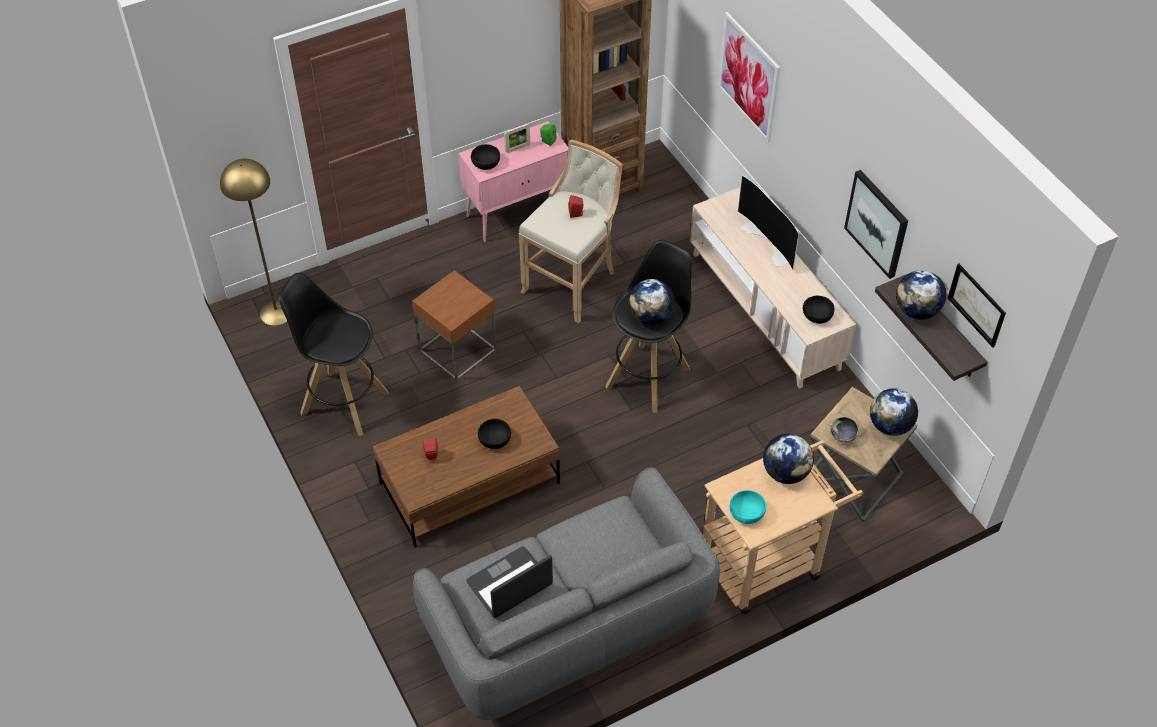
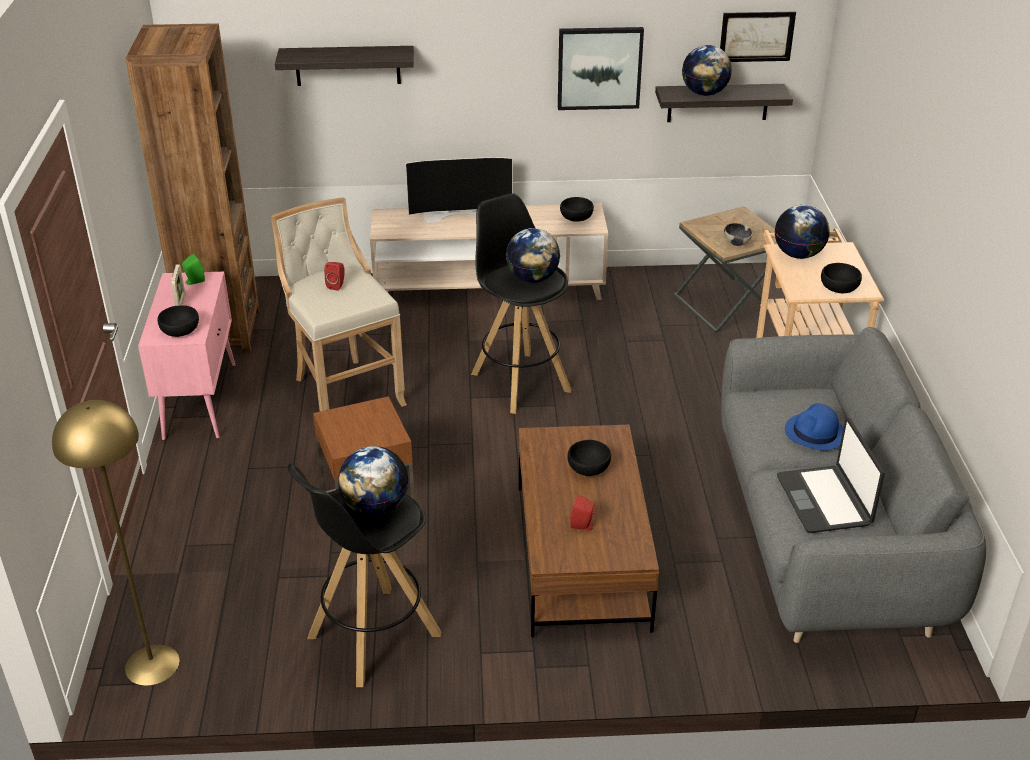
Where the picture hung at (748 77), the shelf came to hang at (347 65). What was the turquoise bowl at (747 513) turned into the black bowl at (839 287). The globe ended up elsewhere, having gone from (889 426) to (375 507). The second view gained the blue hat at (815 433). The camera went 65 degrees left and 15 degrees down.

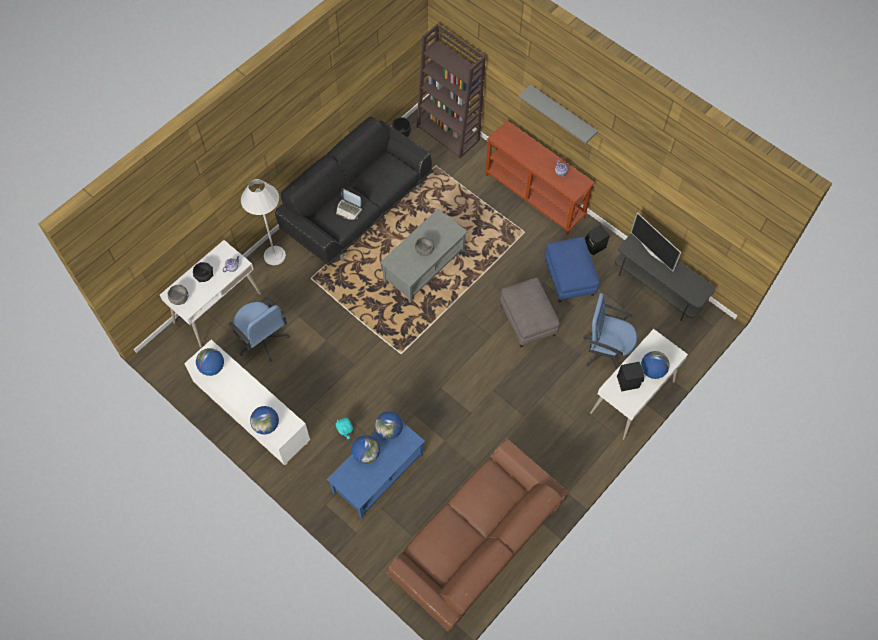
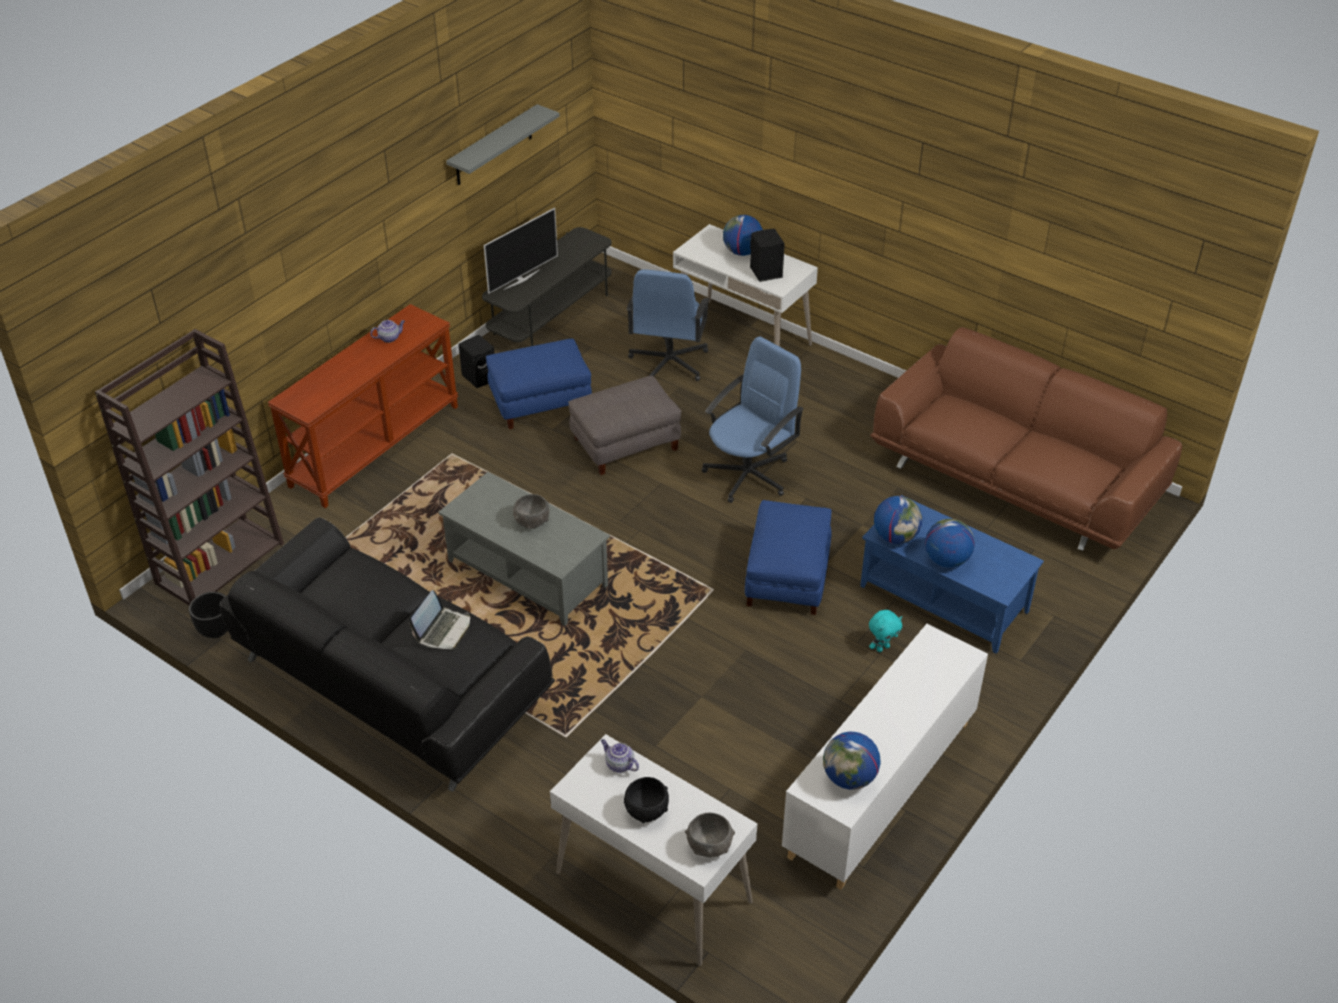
The blue office chair ended up elsewhere, having gone from (262 340) to (749 474). The second view lost the white floor lamp at (274 255). The second view lost the globe at (266 425). The grey shelf ended up elsewhere, having gone from (562 113) to (493 146). The second view gained the blue ottoman at (787 577). The camera went 95 degrees left and 20 degrees down.

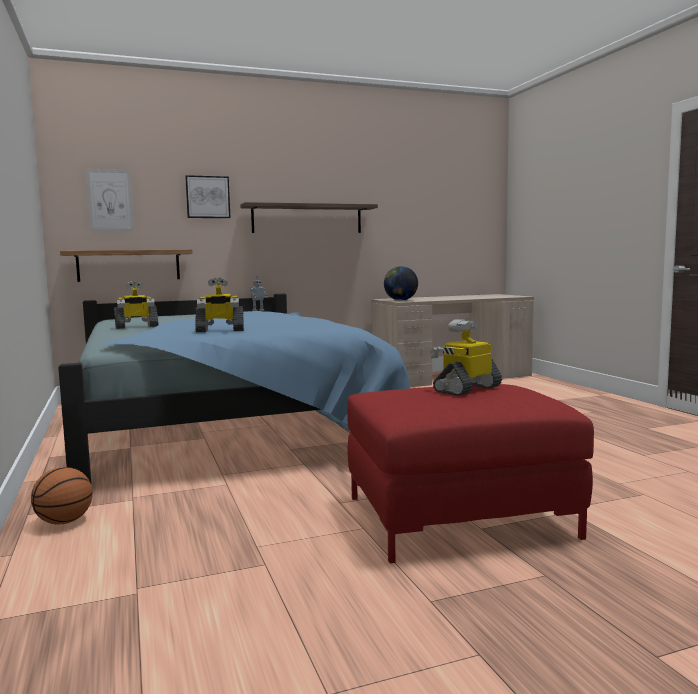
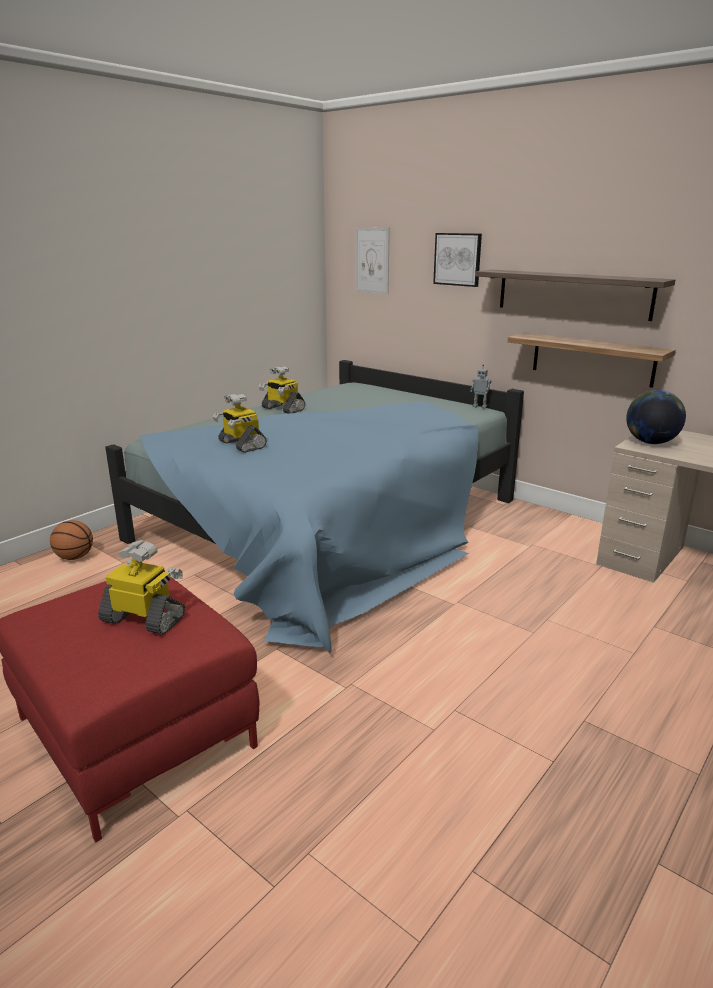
The shelf ended up elsewhere, having gone from (129 265) to (592 359). The camera went 60 degrees right and 15 degrees up.

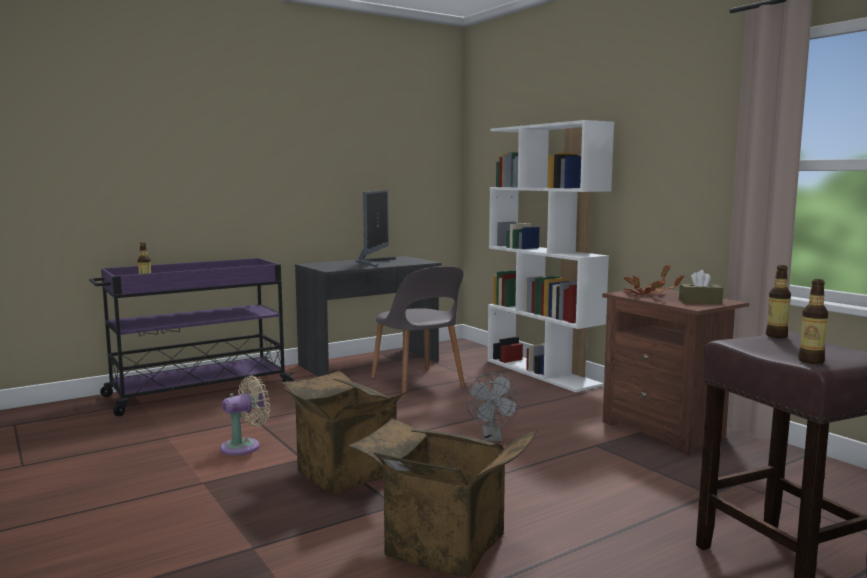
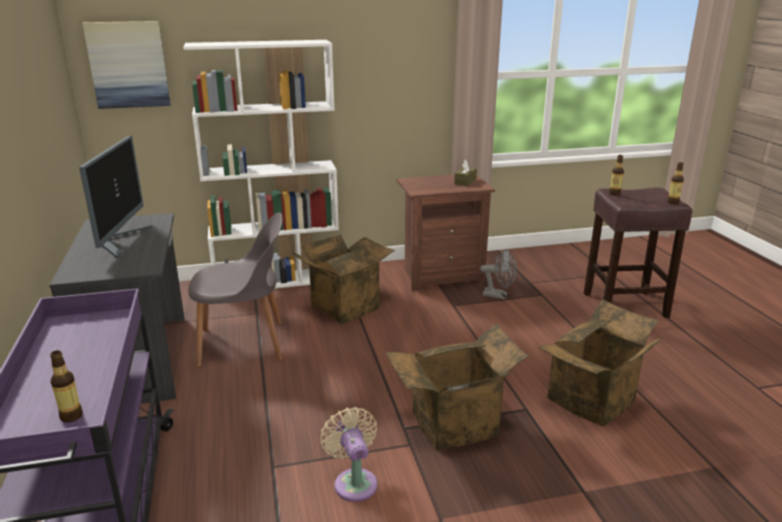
The monitor at (374 262) ended up facing another way, 60 degrees clockwise from before. The grey fan ended up elsewhere, having gone from (492 438) to (499 295). The second view lost the potted plant at (647 294). The second view gained the picture at (128 65). The second view gained the cardboard box at (344 306). The camera went 70 degrees left and 15 degrees up.

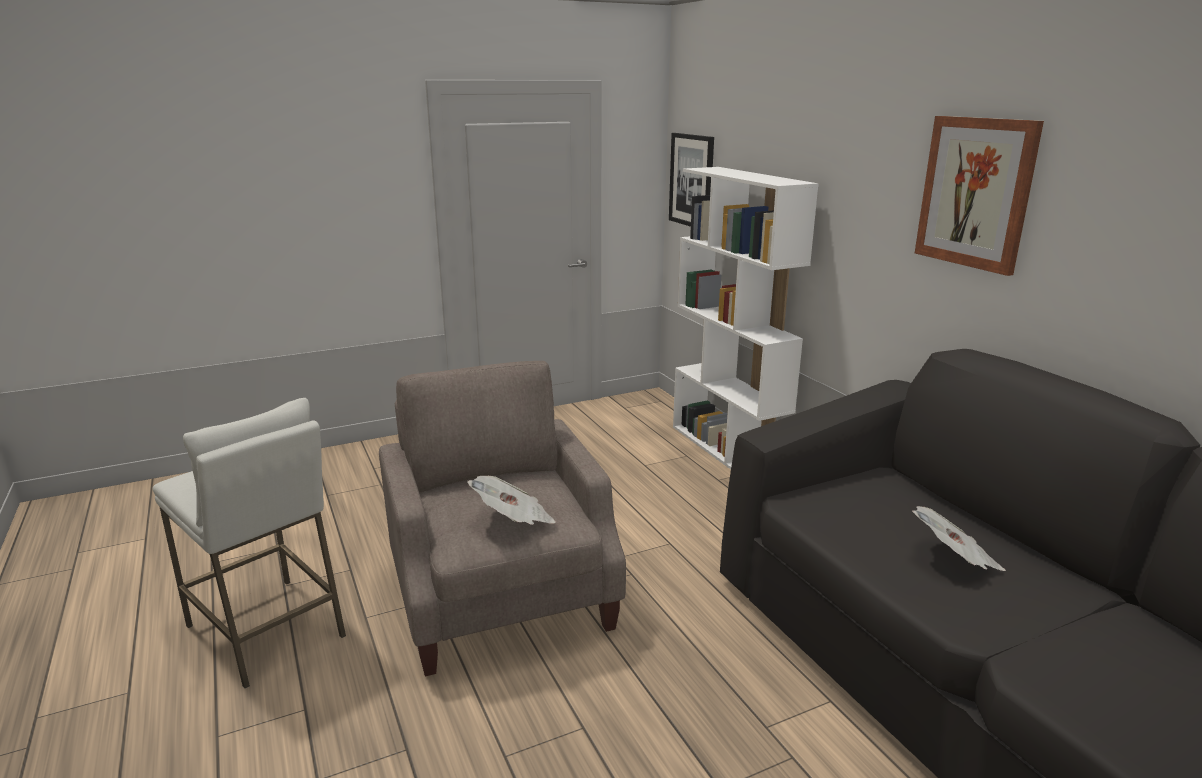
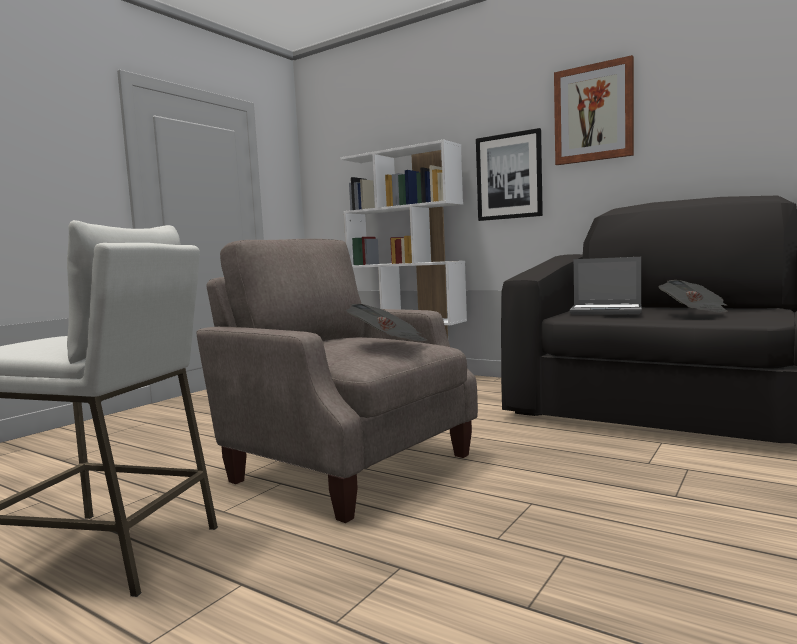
The picture ended up elsewhere, having gone from (692 180) to (509 176). The second view gained the laptop at (607 311). The camera went 30 degrees left and 15 degrees down.

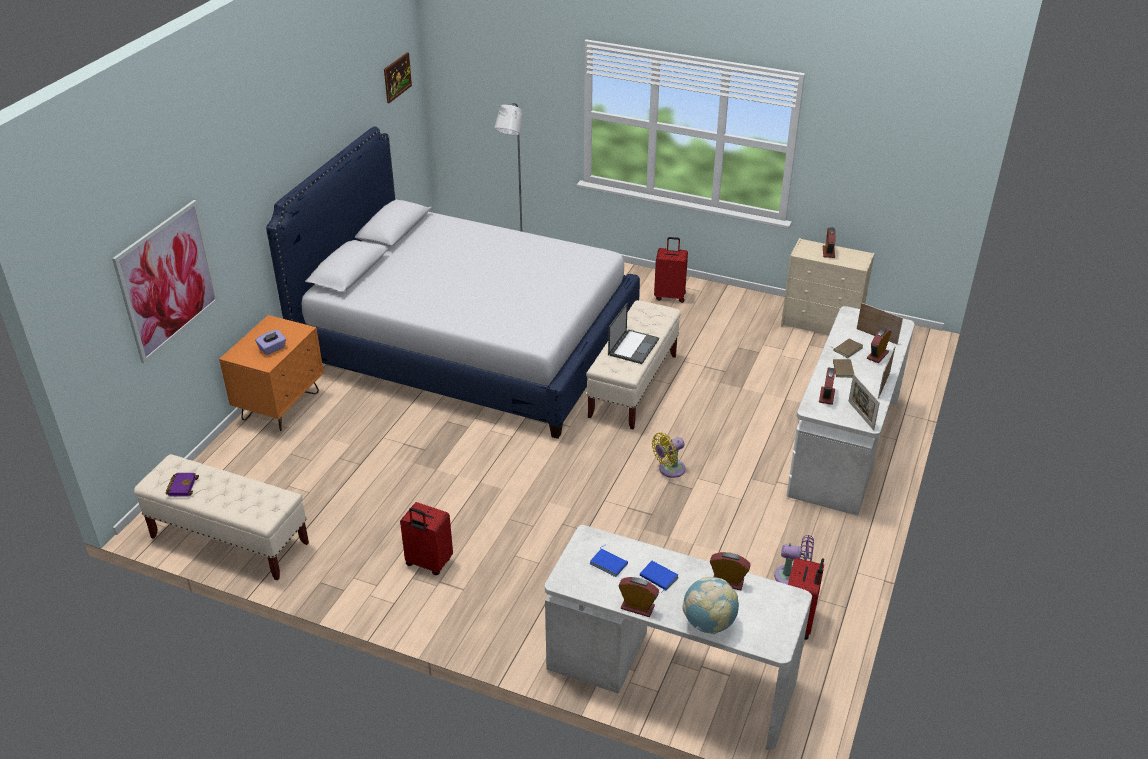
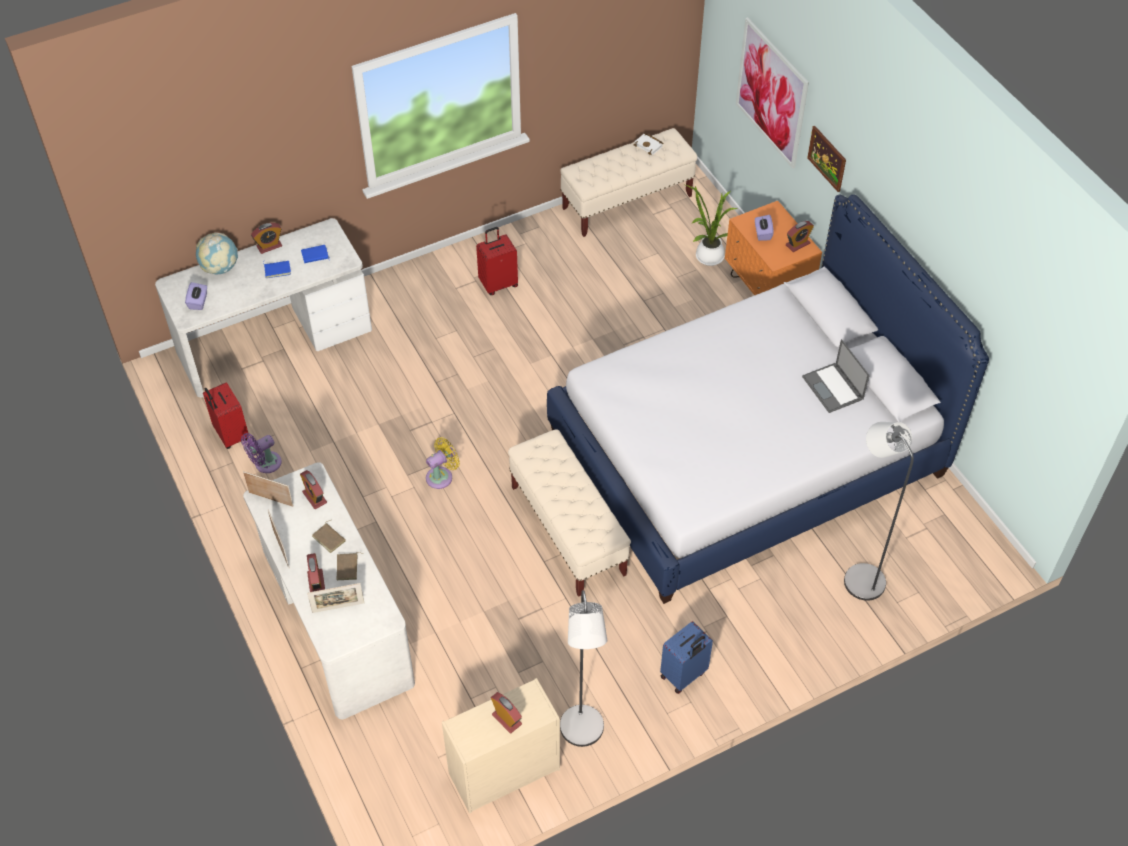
What was the purple book at (182 486) turned into the white book at (649 145). The picture ended up elsewhere, having gone from (397 77) to (827 158). The laptop ended up elsewhere, having gone from (633 346) to (833 388). The yellow fan at (669 470) ended up facing another way, 45 degrees clockwise from before. What was the red suitcase at (670 296) turned into the blue suitcase at (684 675). The alarm clock ended up elsewhere, having gone from (727 582) to (797 244). The second view gained the purple tissue box at (198 302). The second view gained the grey floor lamp at (582 734). The second view gained the potted plant at (707 255). The camera went 130 degrees right and 15 degrees up.

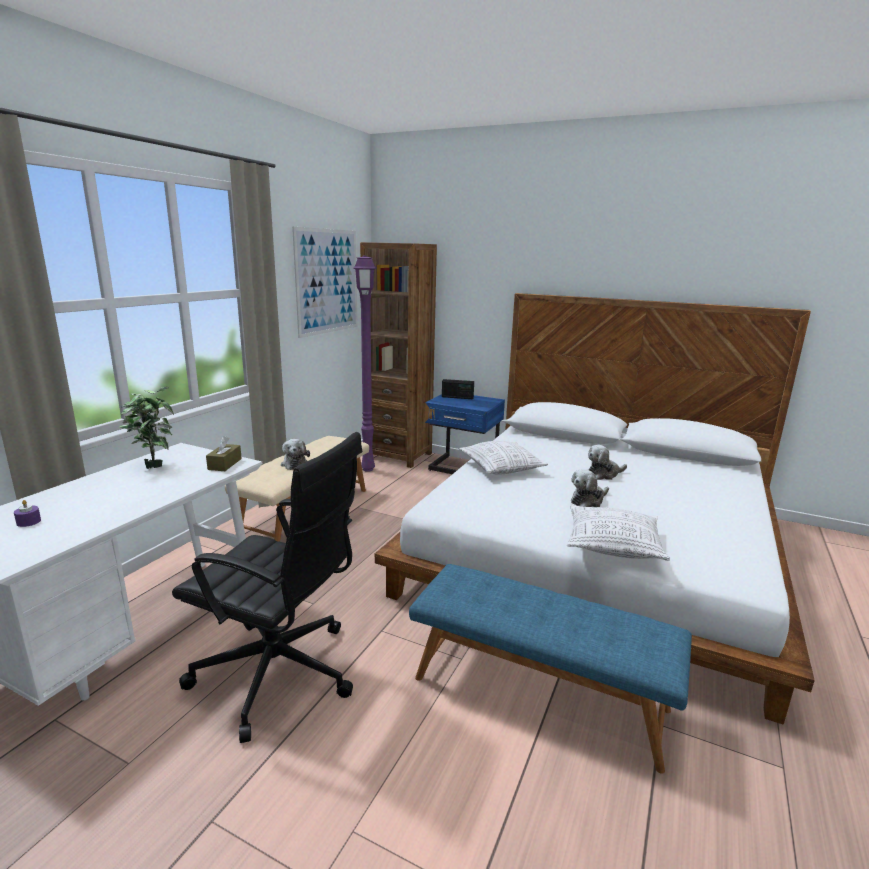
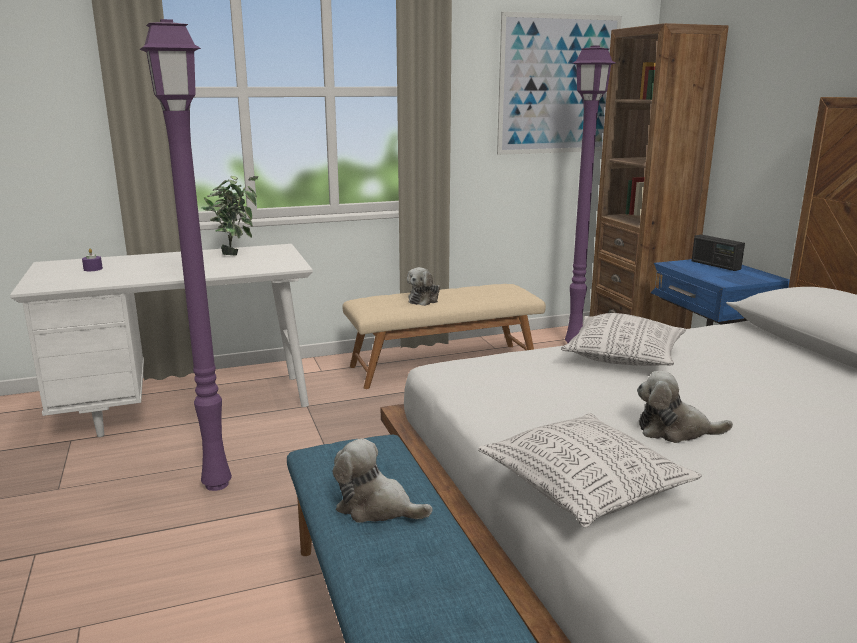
Where the black office chair stood at (280 674), the purple floor lamp came to stand at (215 486). The second view lost the brown tissue box at (225 464). The plush toy ended up elsewhere, having gone from (604 474) to (376 507). The camera went 45 degrees right and 0 degrees up.

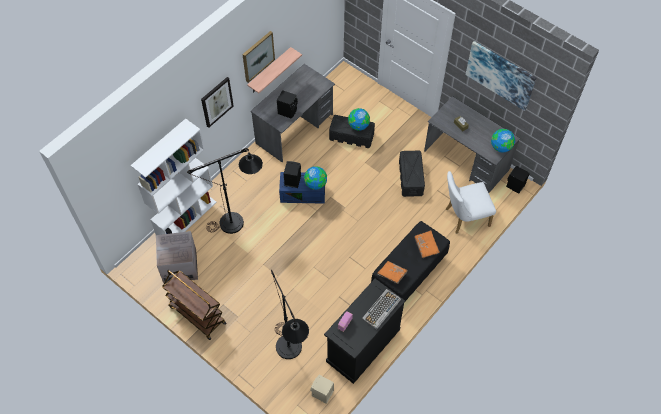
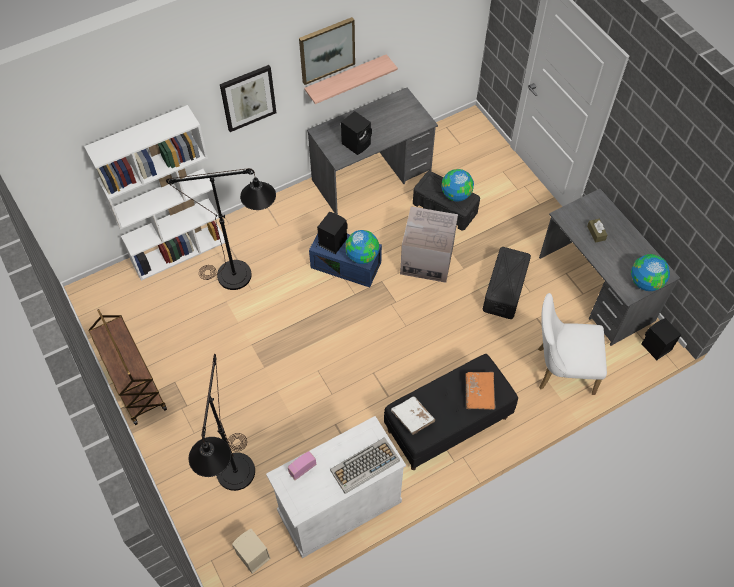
The cardboard box ended up elsewhere, having gone from (180 266) to (427 259). What was the black cabinet at (363 345) turned into the white cabinet at (339 506). What was the orange book at (392 274) turned into the white book at (412 418). The second view lost the picture at (500 75). The camera went 20 degrees right and 0 degrees up.

